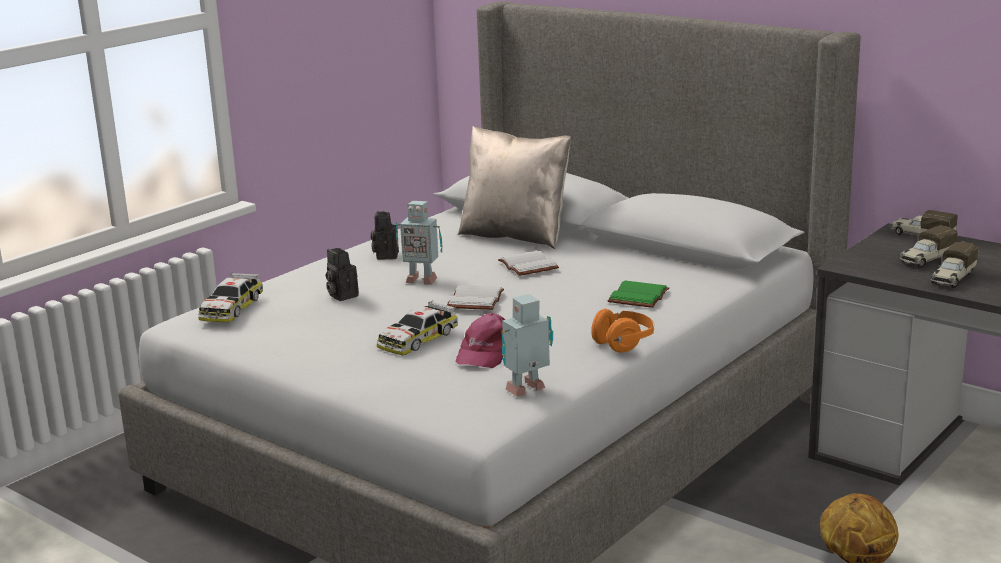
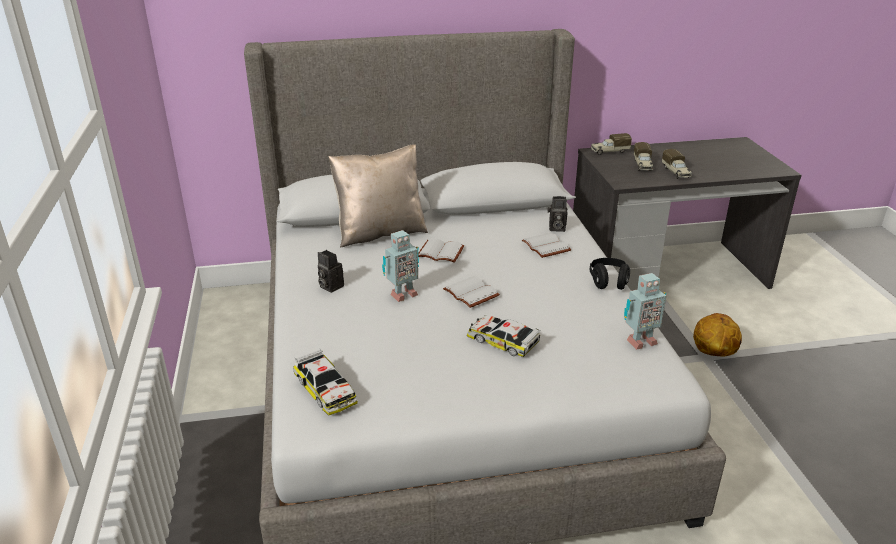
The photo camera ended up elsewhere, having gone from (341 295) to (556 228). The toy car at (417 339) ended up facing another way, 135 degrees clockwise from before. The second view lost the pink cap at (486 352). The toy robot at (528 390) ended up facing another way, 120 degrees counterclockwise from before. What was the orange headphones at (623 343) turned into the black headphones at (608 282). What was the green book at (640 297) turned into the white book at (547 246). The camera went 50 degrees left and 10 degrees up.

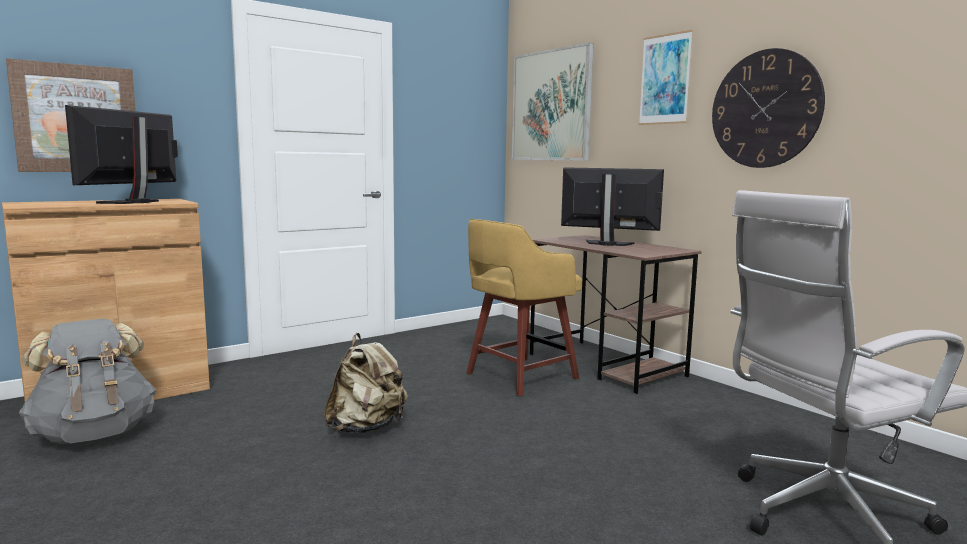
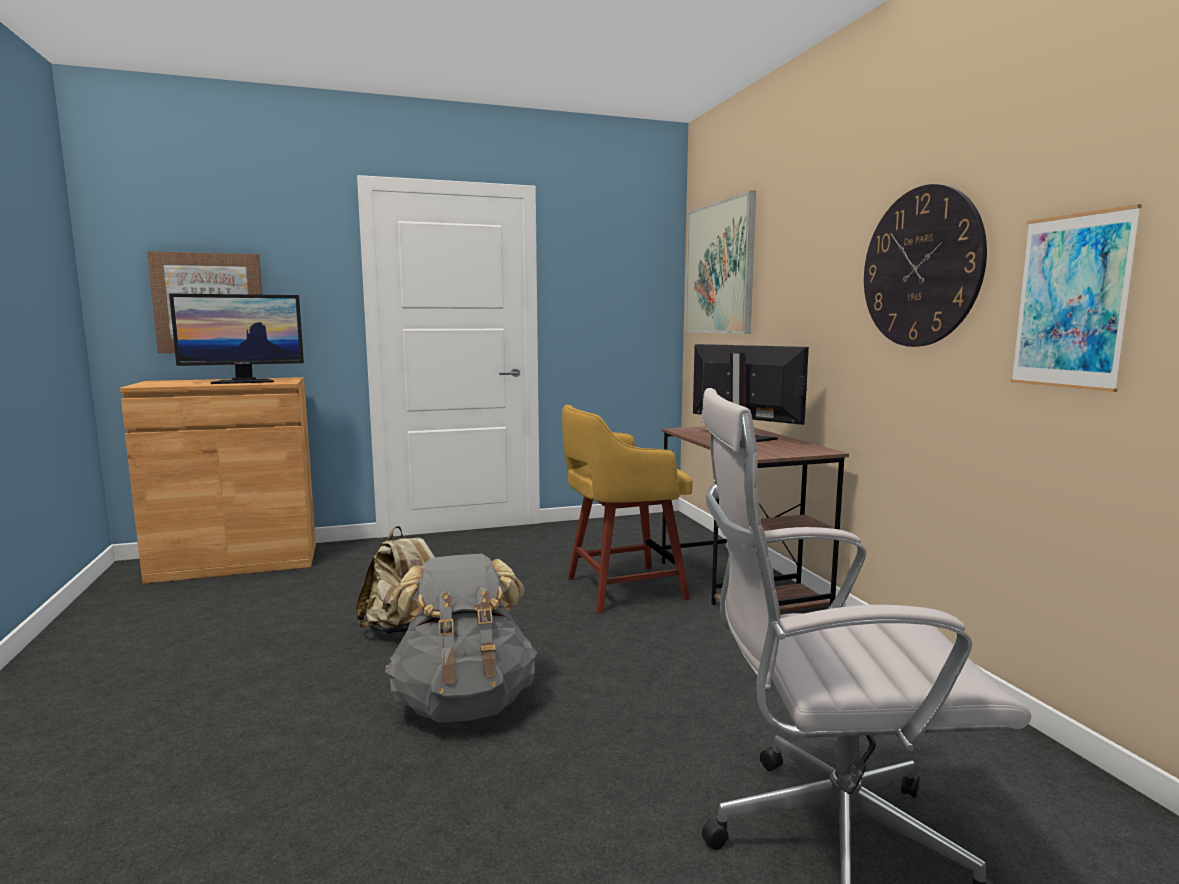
The grey backpack ended up elsewhere, having gone from (94 434) to (464 702). The monitor at (133 202) ended up facing another way, 150 degrees counterclockwise from before. The picture ended up elsewhere, having gone from (665 79) to (1071 301). The camera went 20 degrees right and 0 degrees up.

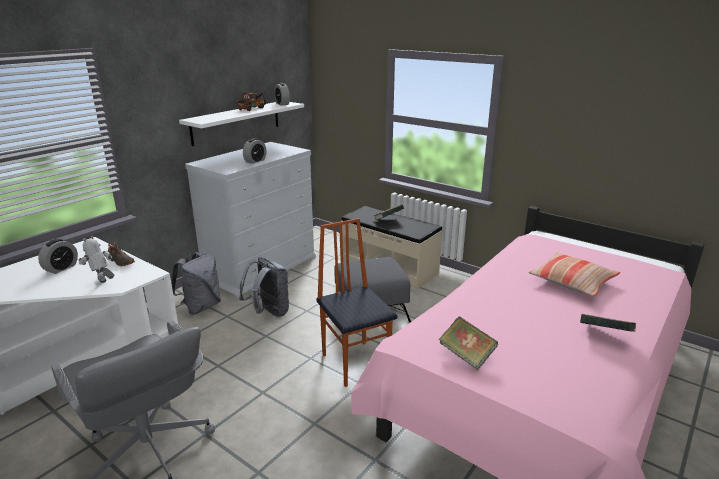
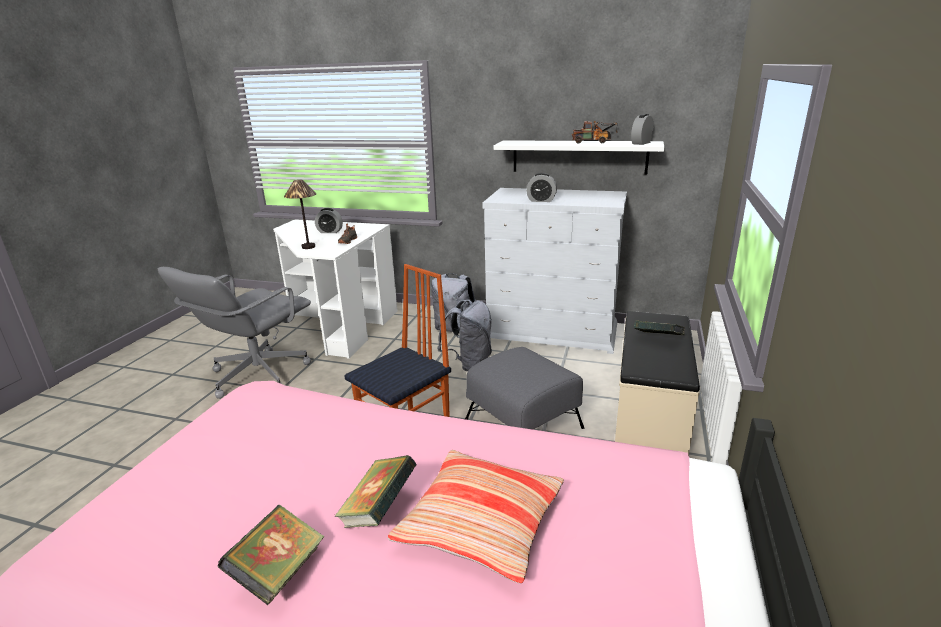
Where the toy robot stood at (103 284), the table lamp came to stand at (308 247). The book ended up elsewhere, having gone from (466 355) to (379 510). The camera went 70 degrees right and 0 degrees up.

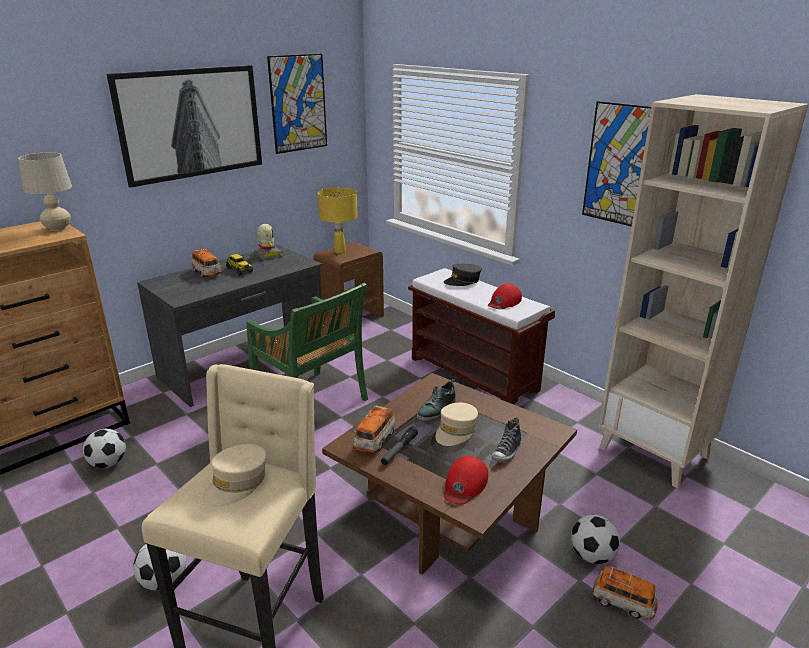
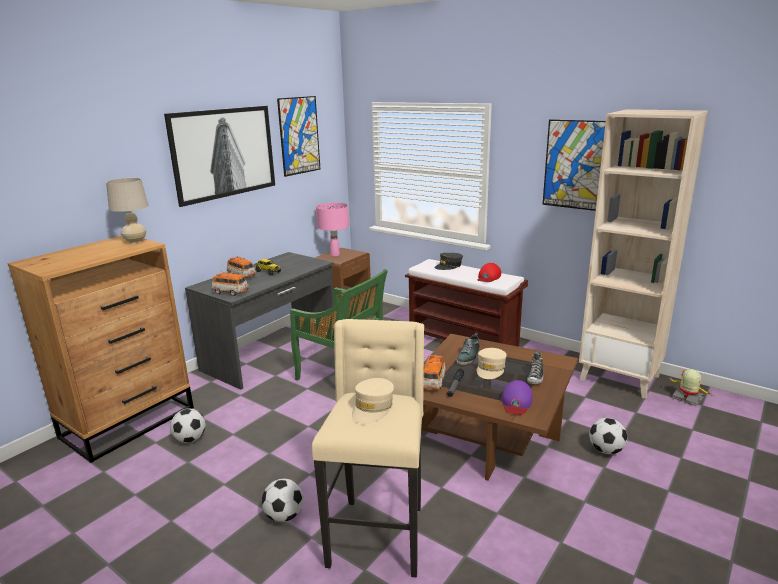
The toy robot ended up elsewhere, having gone from (268 255) to (687 398). What was the yellow table lamp at (340 251) turned into the pink table lamp at (335 255). What was the red cap at (464 484) turned into the purple cap at (516 402). The toy car ended up elsewhere, having gone from (623 603) to (230 292). The camera went 10 degrees left and 5 degrees down.

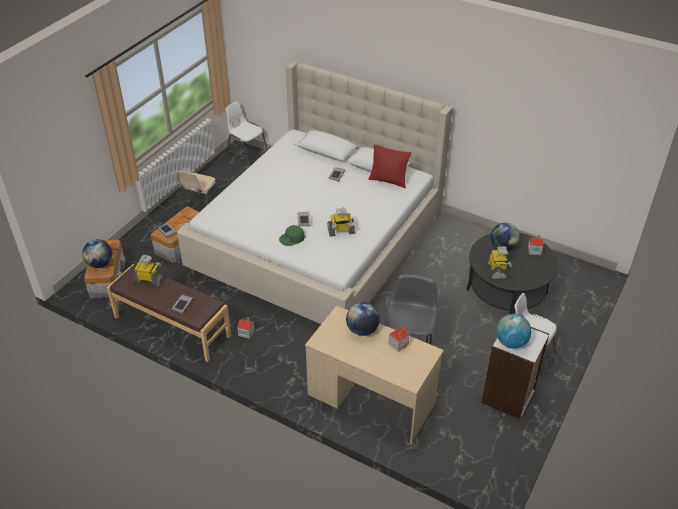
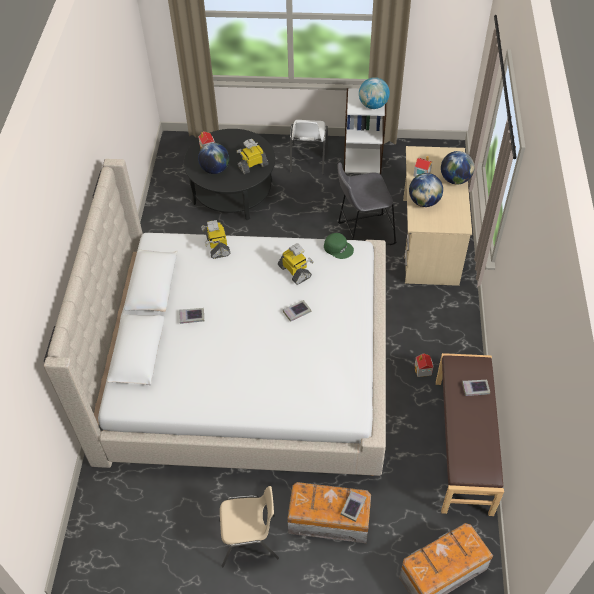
The globe ended up elsewhere, having gone from (100 264) to (455 179). The toy robot ended up elsewhere, having gone from (149 280) to (217 246). The second view lost the white chair at (247 155). The green cap ended up elsewhere, having gone from (292 238) to (338 248). The second view lost the red pillow at (388 181). The camera went 115 degrees left and 10 degrees up.

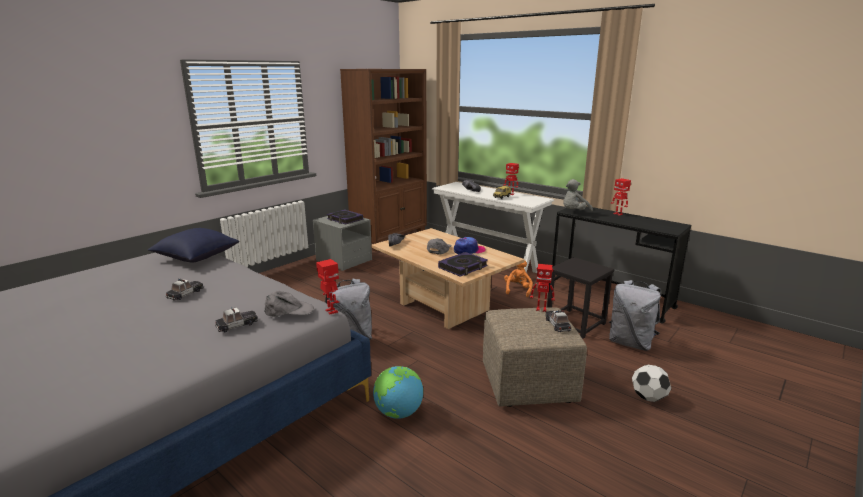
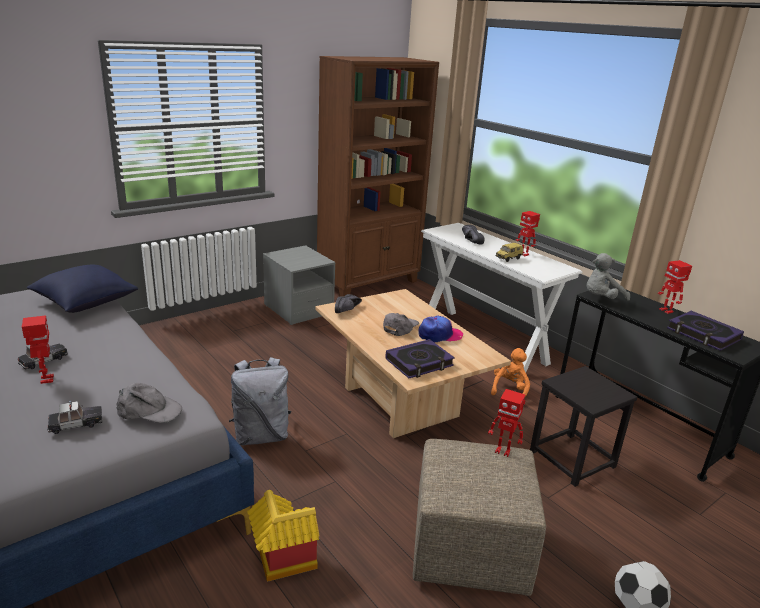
The toy robot ended up elsewhere, having gone from (331 311) to (46 379). The book ended up elsewhere, having gone from (345 219) to (703 335). Where the globe stood at (398 413), the toy house came to stand at (280 561). The second view lost the toy car at (557 324). The second view lost the grey backpack at (630 343). The camera went 10 degrees right and 5 degrees up.

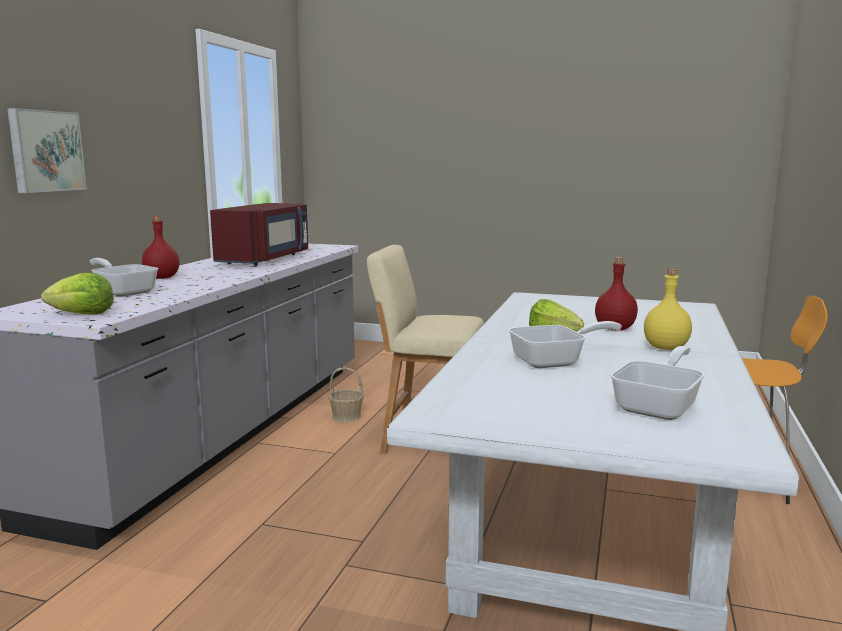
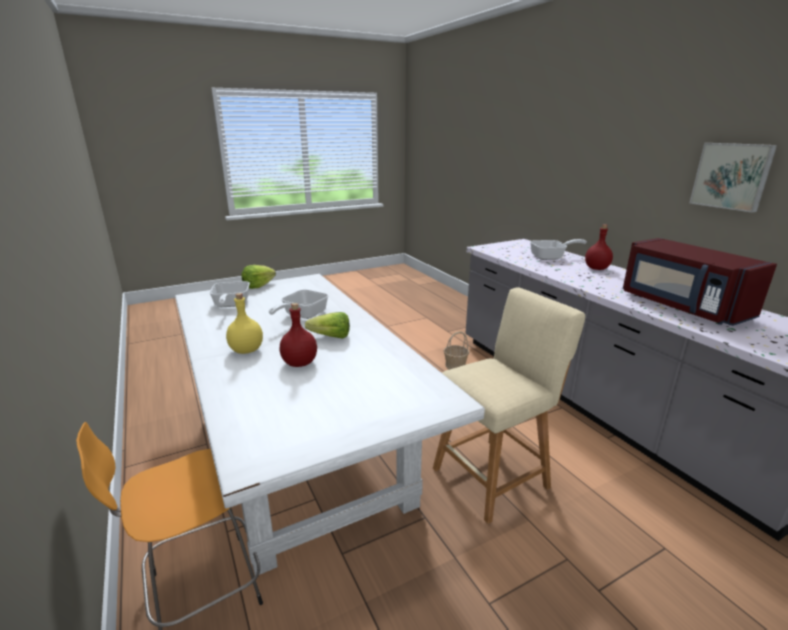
The picture ended up elsewhere, having gone from (45 151) to (732 176). The lettuce ended up elsewhere, having gone from (82 314) to (258 286). The basket ended up elsewhere, having gone from (346 417) to (455 365). The camera went 135 degrees right and 10 degrees up.

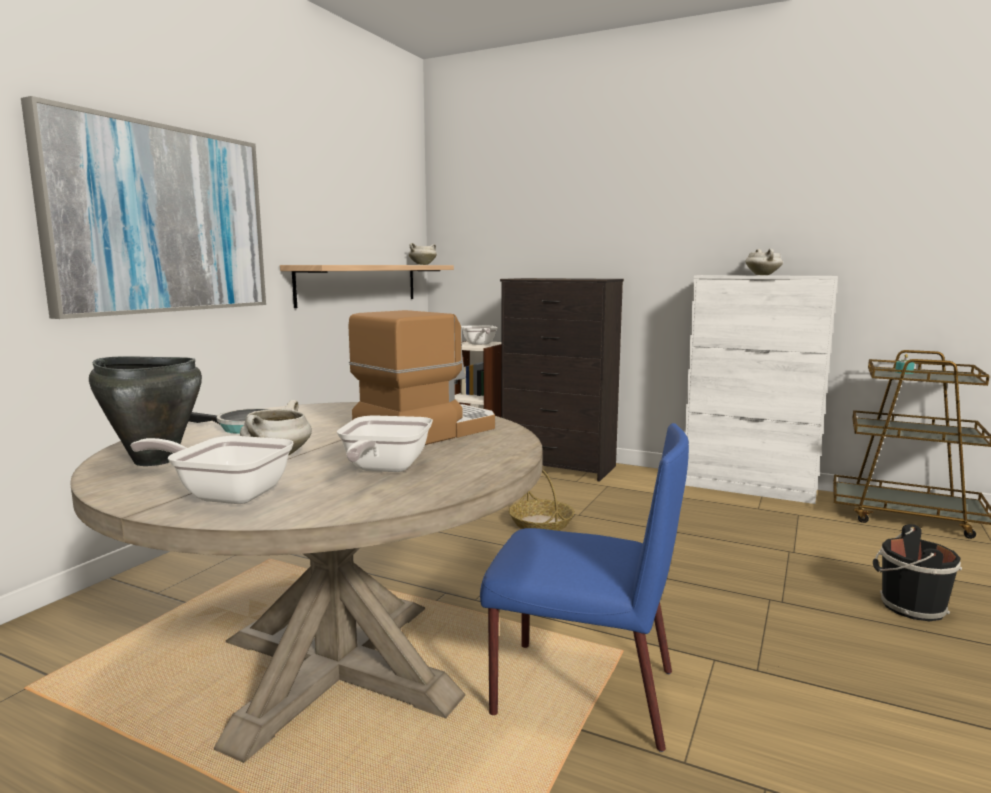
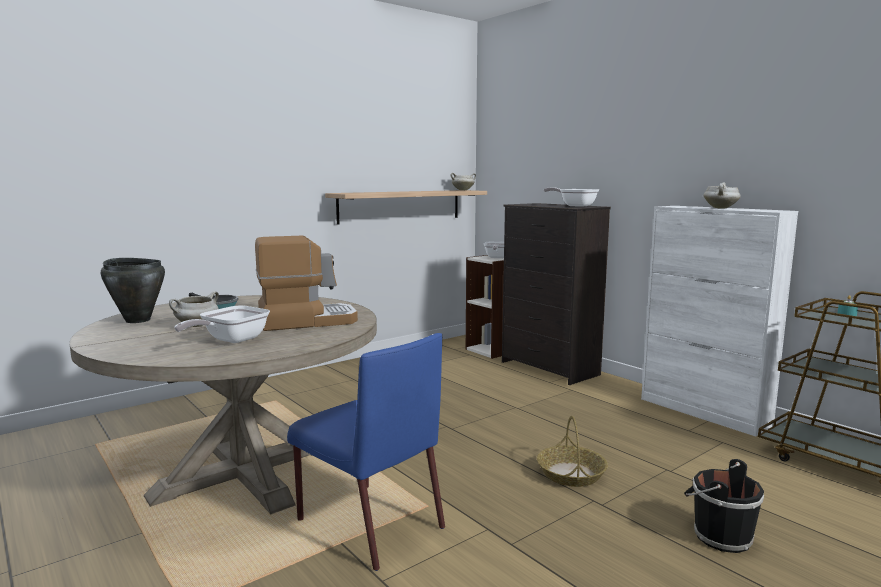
The second view lost the picture at (160 220). The frying pan ended up elsewhere, having gone from (226 494) to (575 205). The basket ended up elsewhere, having gone from (541 524) to (571 474). The camera went 25 degrees right and 0 degrees up.

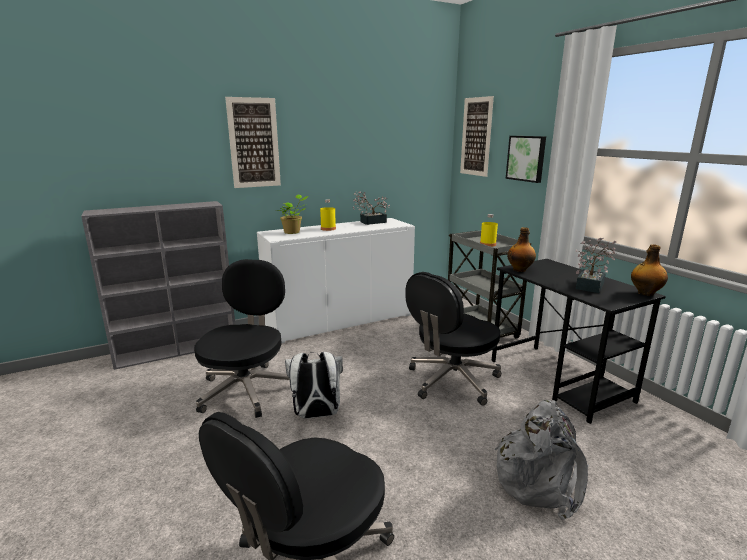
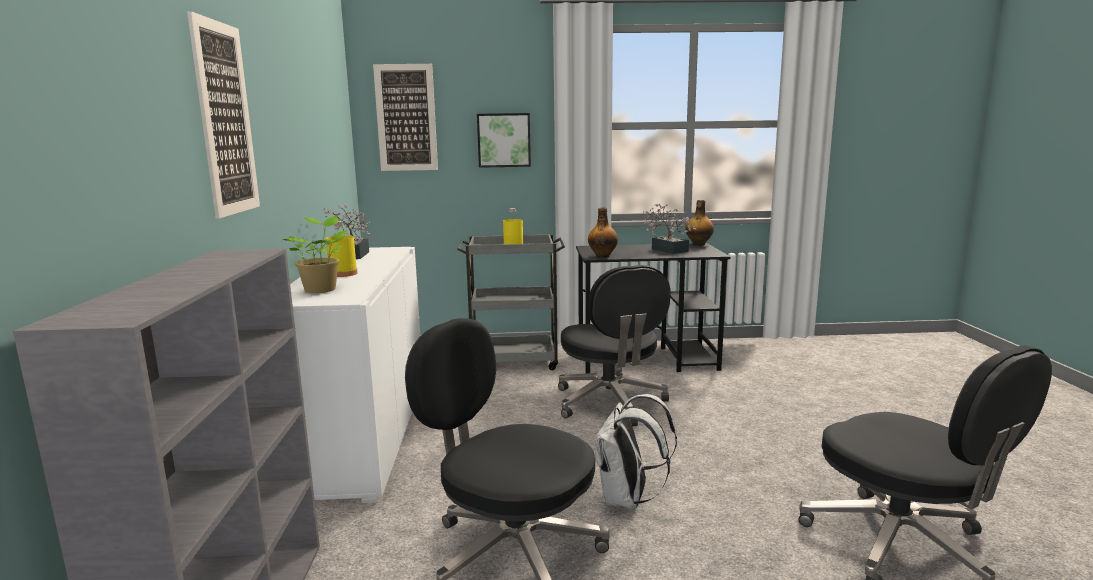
The second view lost the grey backpack at (540 480). The camera went 65 degrees left and 5 degrees down.

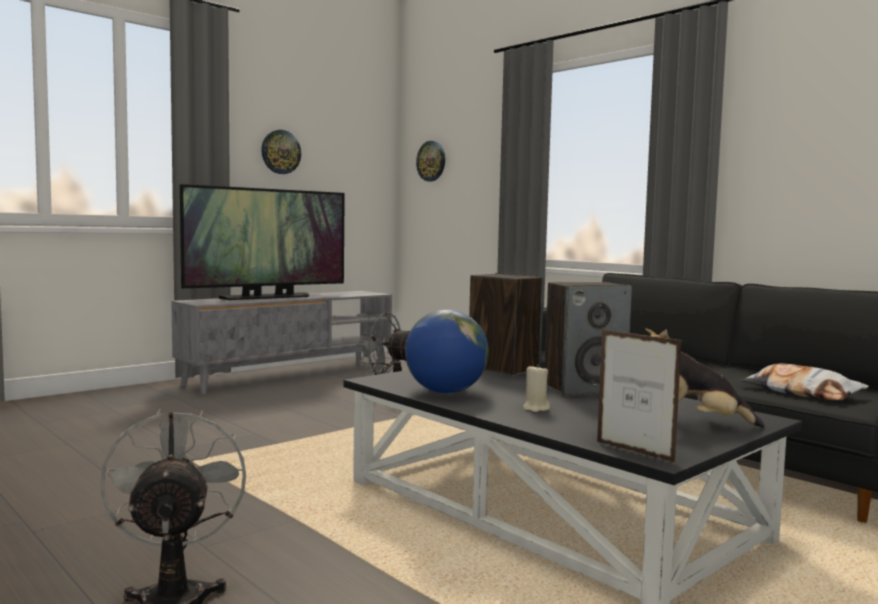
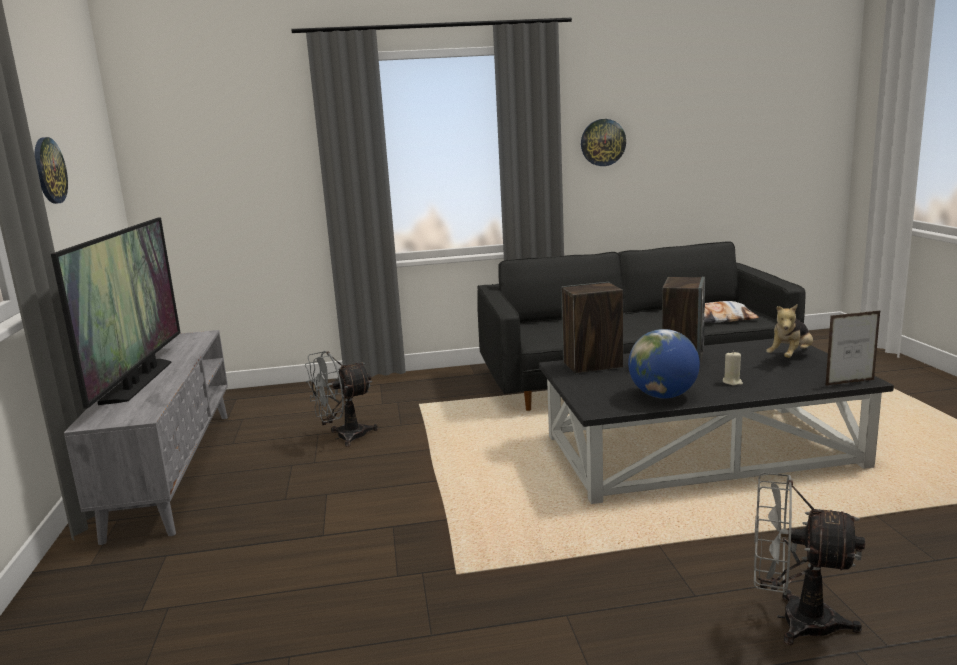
The wall clock ended up elsewhere, having gone from (431 161) to (603 142). The camera went 55 degrees left and 10 degrees up.

